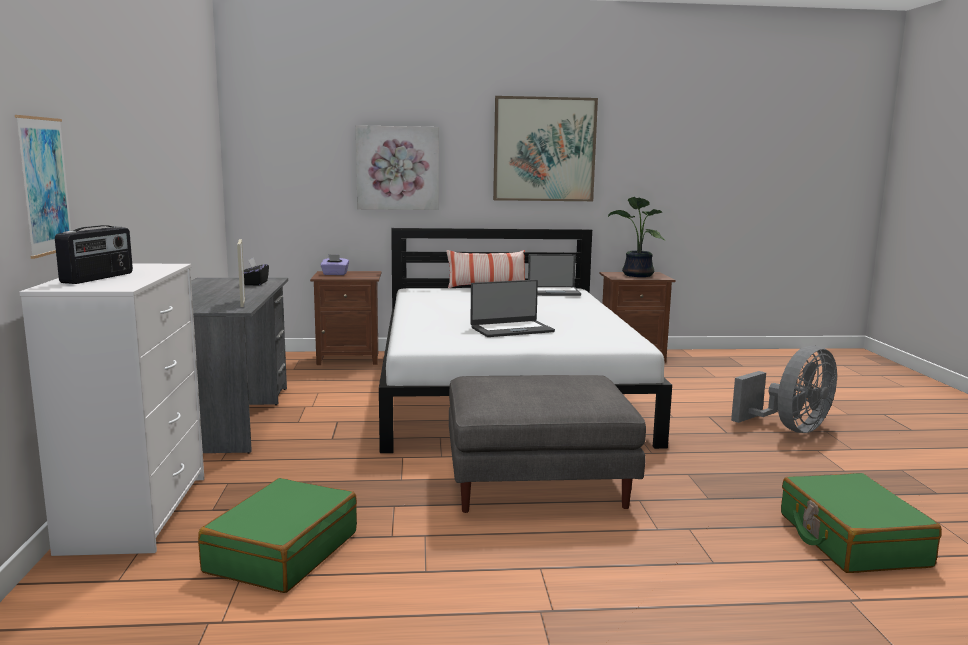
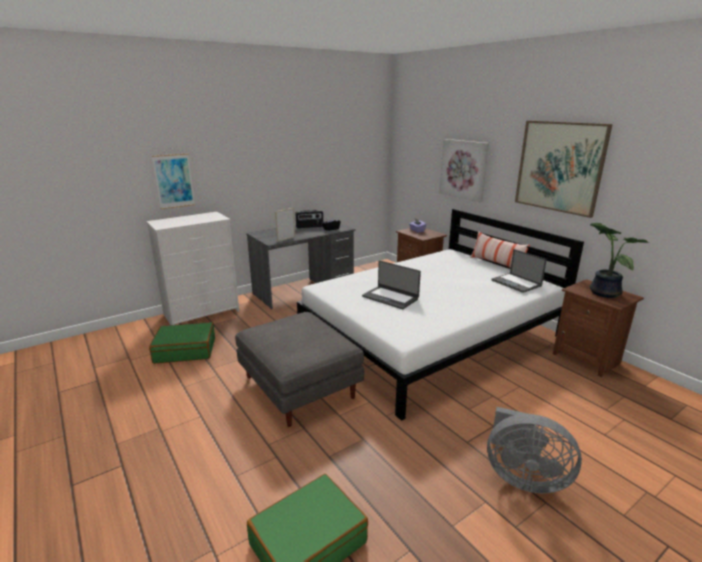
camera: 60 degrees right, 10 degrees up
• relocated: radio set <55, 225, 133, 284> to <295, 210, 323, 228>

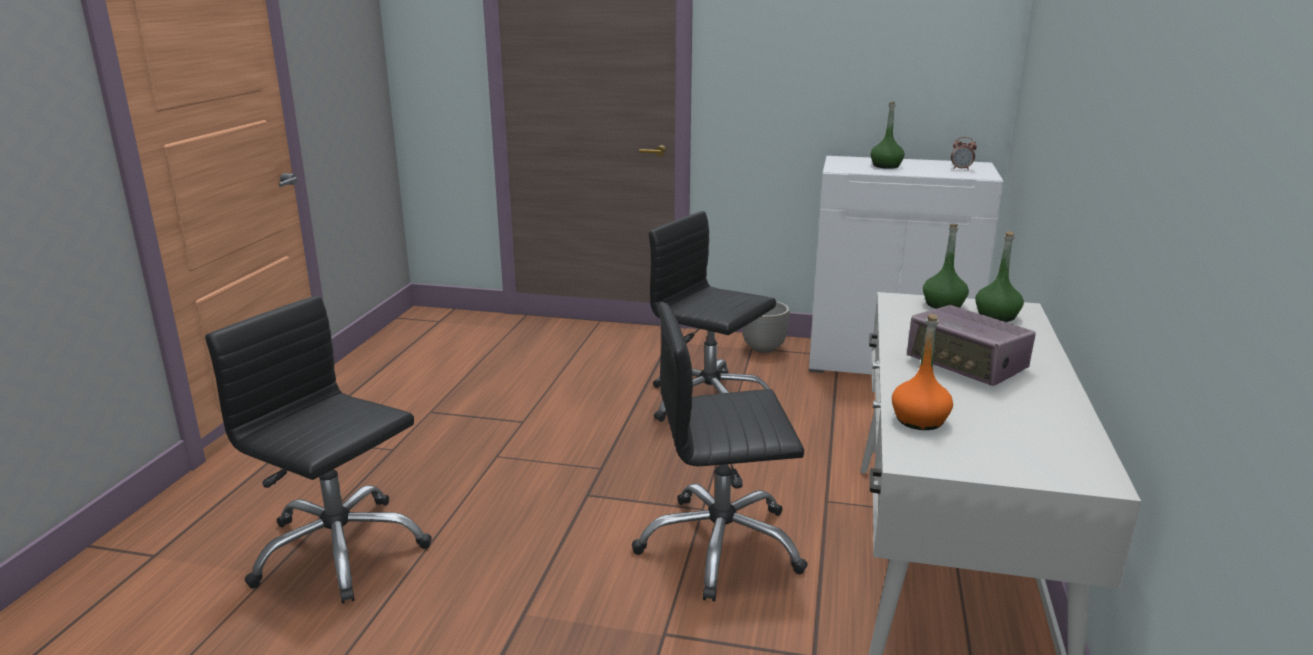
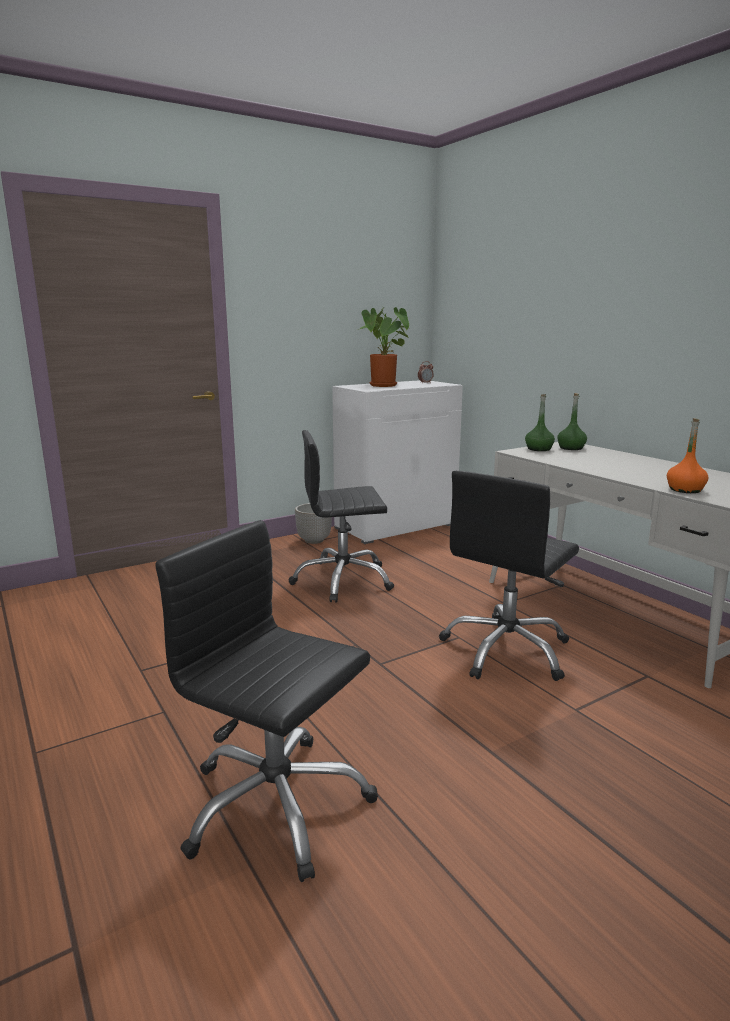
camera: 45 degrees left, 5 degrees down
• missing: radio set <907, 305, 1036, 386>
• exchanged: bottle/green-coloured <870, 102, 904, 169> to potted plant <357, 307, 409, 387>
• spun: desk chair/black-coloured <205, 295, 432, 604> = <155, 520, 378, 882> 45 degrees clockwise

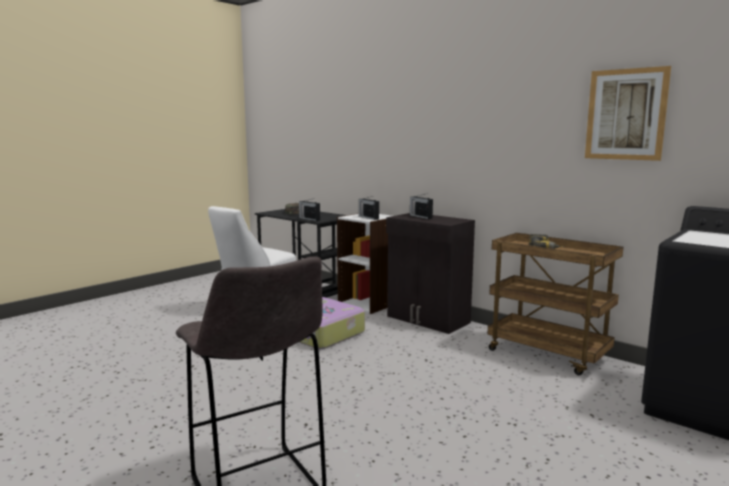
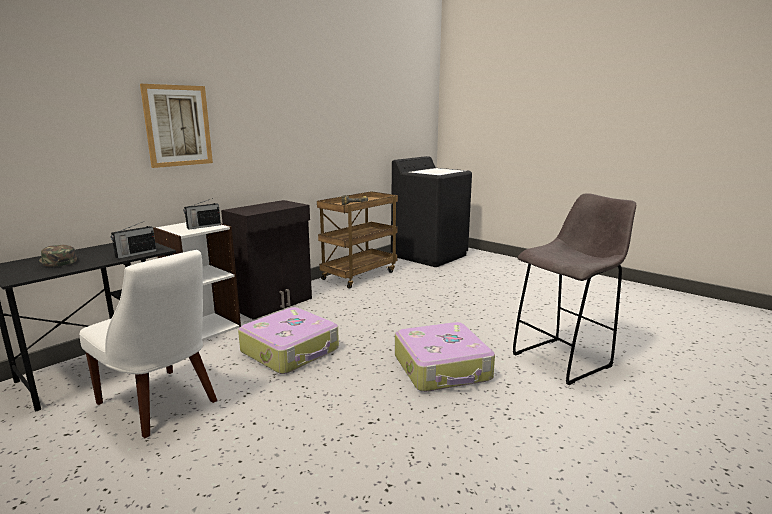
camera: 90 degrees left, 5 degrees up
• missing: radio set <410, 193, 433, 219>
• appeared: piece of luggage <395, 322, 495, 392>
• relocated: wall art <585, 66, 671, 161> to <140, 84, 213, 168>

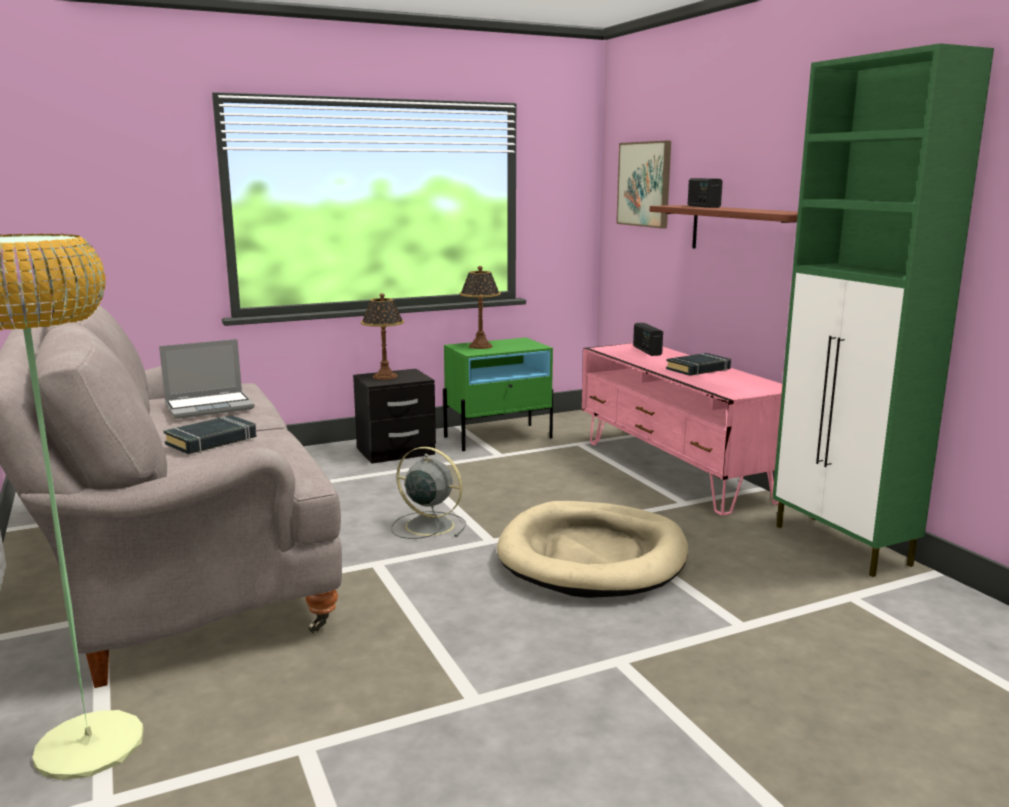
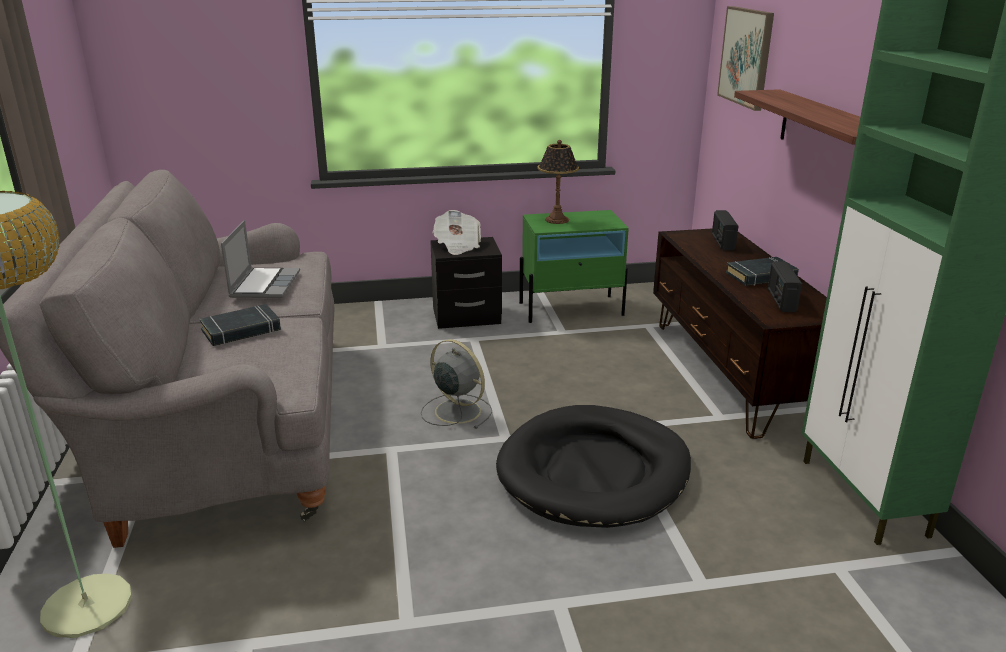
camera: 15 degrees right, 10 degrees up
• relocated: radio set <688, 178, 723, 208> to <768, 261, 802, 312>
• exchanged: lamp for a table <361, 293, 404, 380> to printed paper <432, 210, 481, 255>
• colour: pet bed/beige <497, 501, 688, 598> to pet bed/black-coloured <496, 405, 691, 528>
• colour: tv unit/pinkish <582, 343, 782, 515> to tv unit/brownish <653, 229, 827, 439>
• spun: laptop <159, 339, 255, 419> = <221, 220, 300, 298> 75 degrees counterclockwise

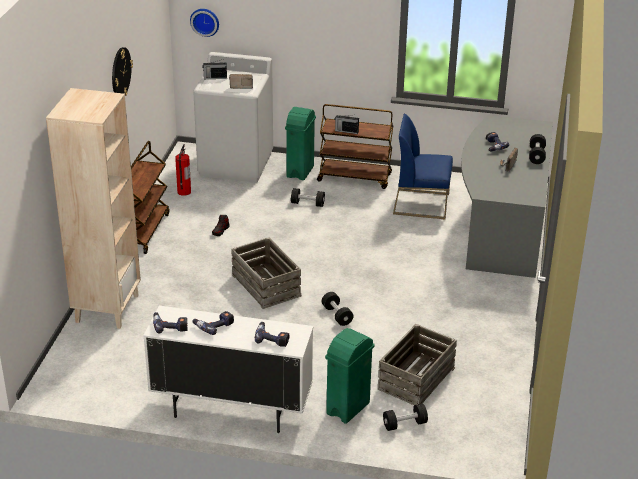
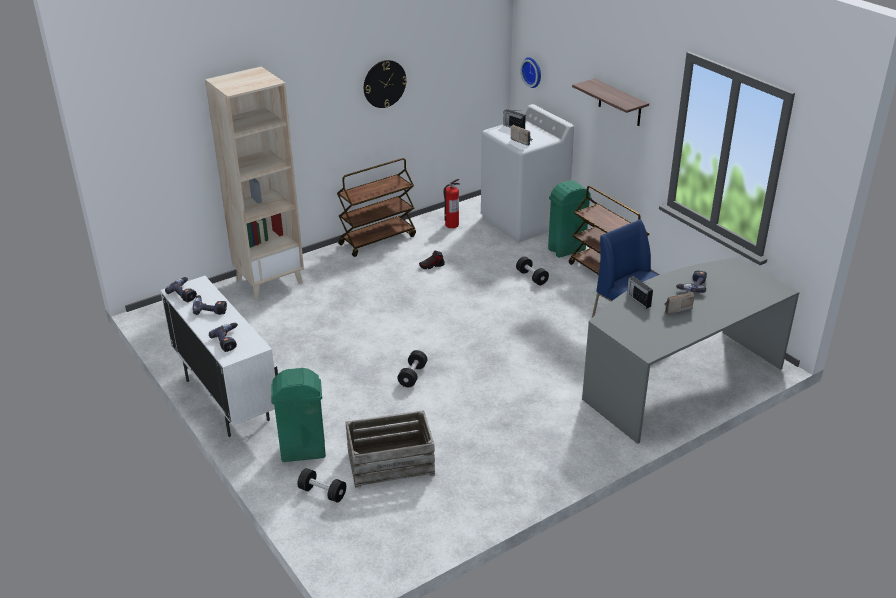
camera: 45 degrees right, 0 degrees up
• missing: crate <231, 237, 301, 309>
• missing: free weight/black-coloured <529, 134, 546, 164>
• appeared: wall shelf <572, 79, 649, 126>
• relocated: radio set <335, 115, 359, 134> to <627, 276, 653, 309>

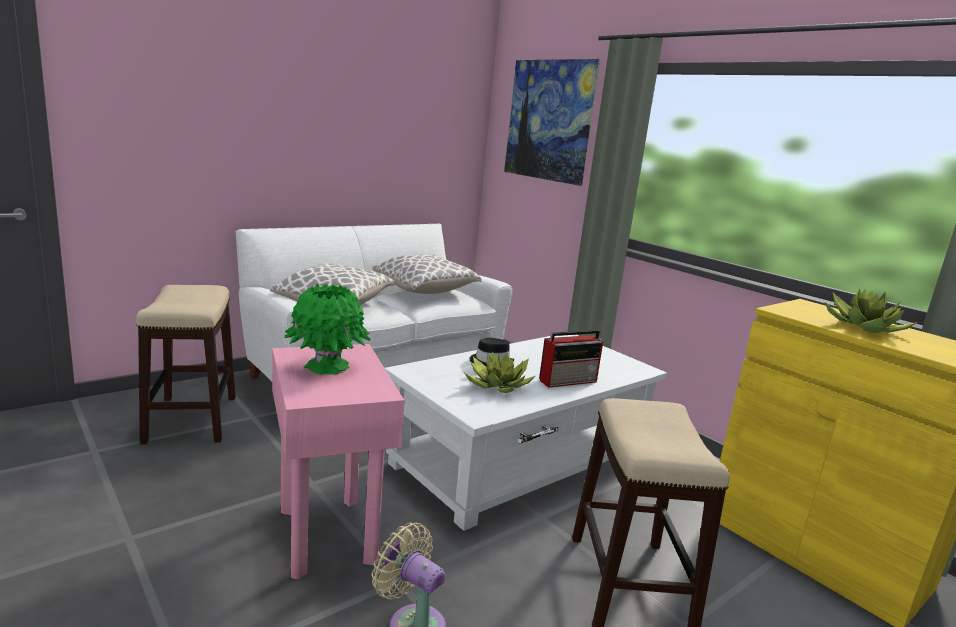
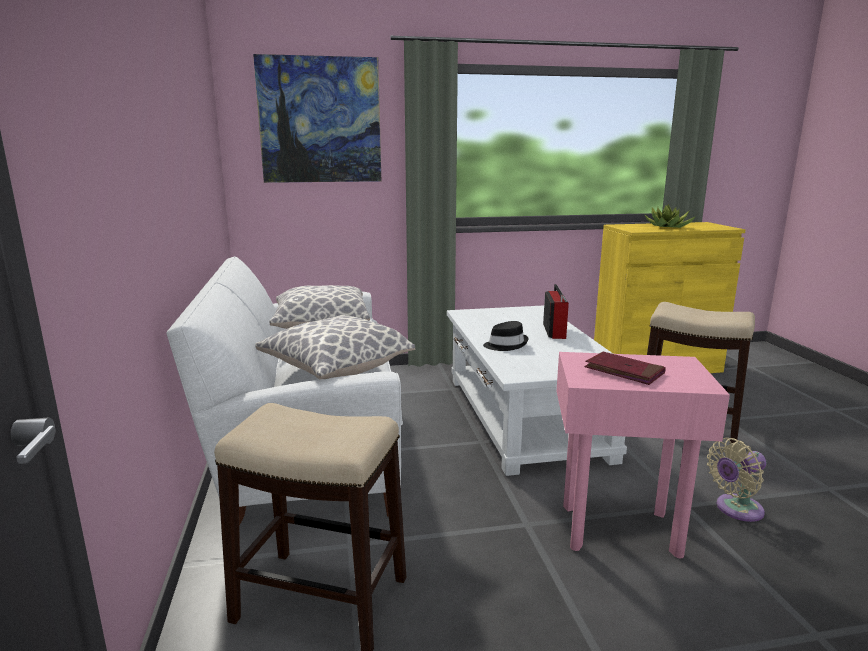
camera: 60 degrees left, 0 degrees up
• missing: potted plant <464, 352, 535, 393>
• exchanged: decorative vase/green-coloured <285, 284, 371, 374> to bound book/red-coloured <584, 352, 666, 385>

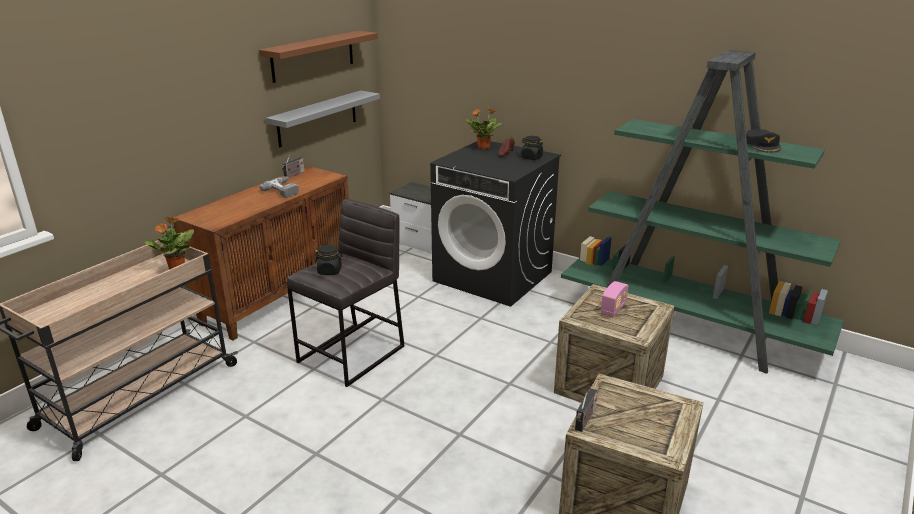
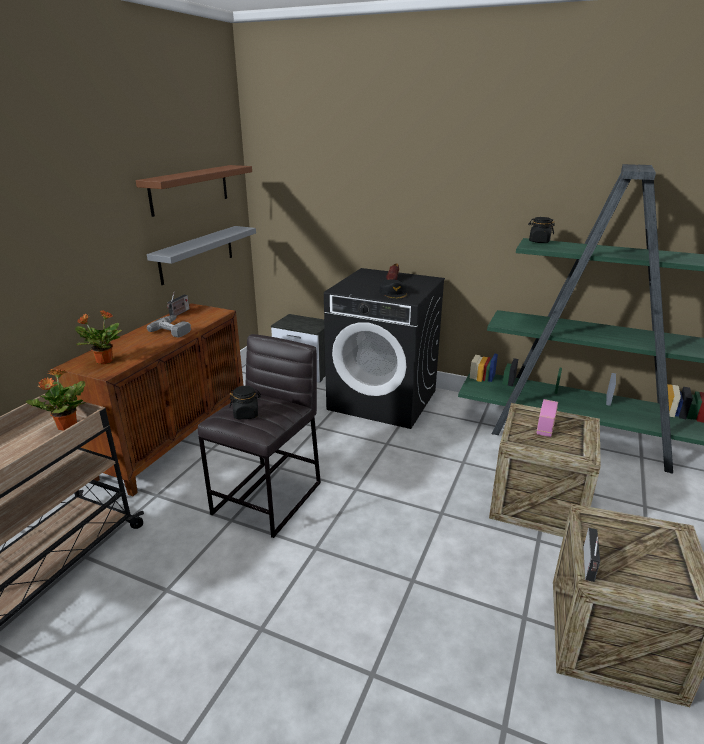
camera: 10 degrees left, 0 degrees up
• relocated: potted plant <466, 108, 502, 149> to <75, 310, 122, 365>
• relocated: jar/black-coloured <521, 136, 543, 160> to <528, 217, 555, 243>
• relocated: cap/black-coloured <746, 129, 781, 153> to <379, 279, 408, 300>

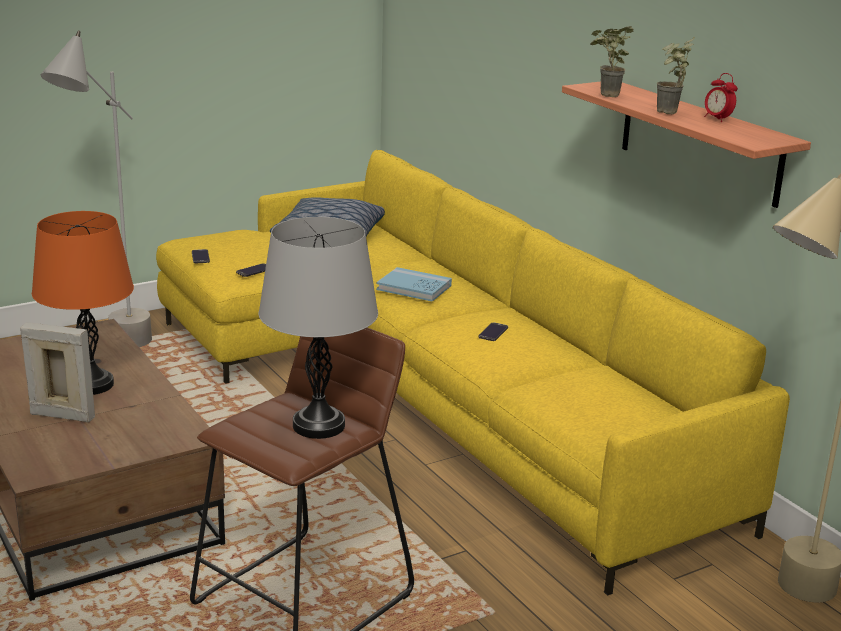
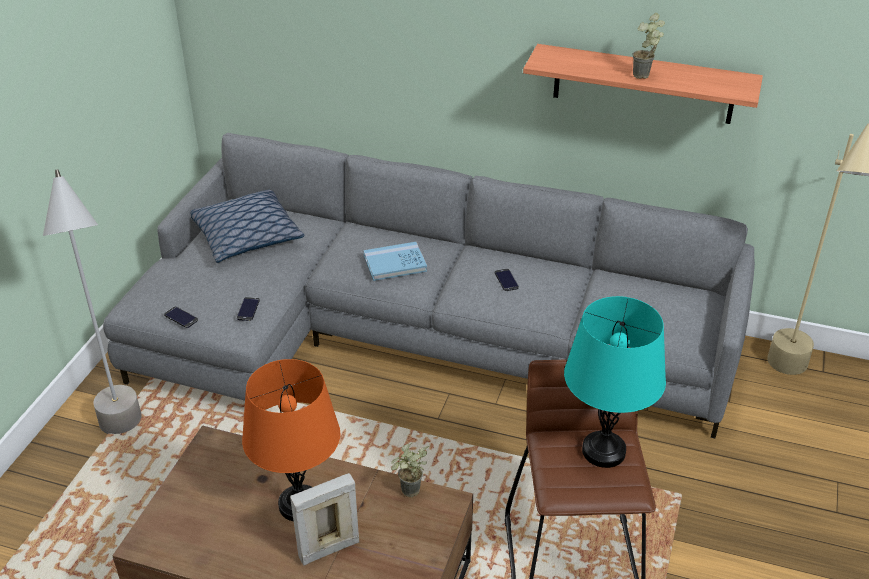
camera: 40 degrees left, 15 degrees up
• missing: alarm clock <704, 73, 738, 122>
• relocated: potted plant <590, 26, 633, 97> to <391, 443, 429, 497>
• colour: couch/yellowish <156, 150, 790, 595> to couch/gray <103, 133, 755, 438>
• colour: lamp for a table/gray <259, 217, 378, 439> to lamp for a table/turquoise <564, 296, 666, 468>

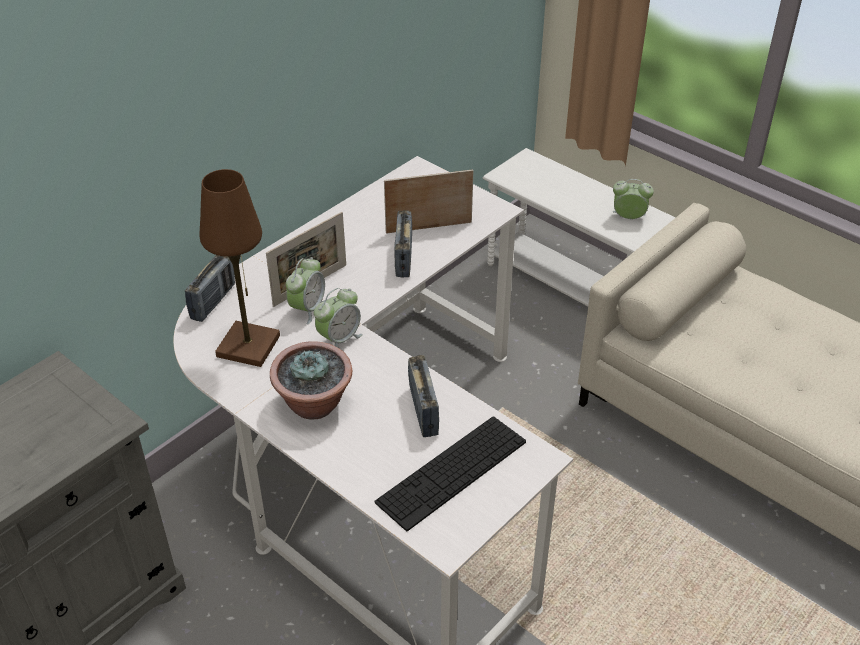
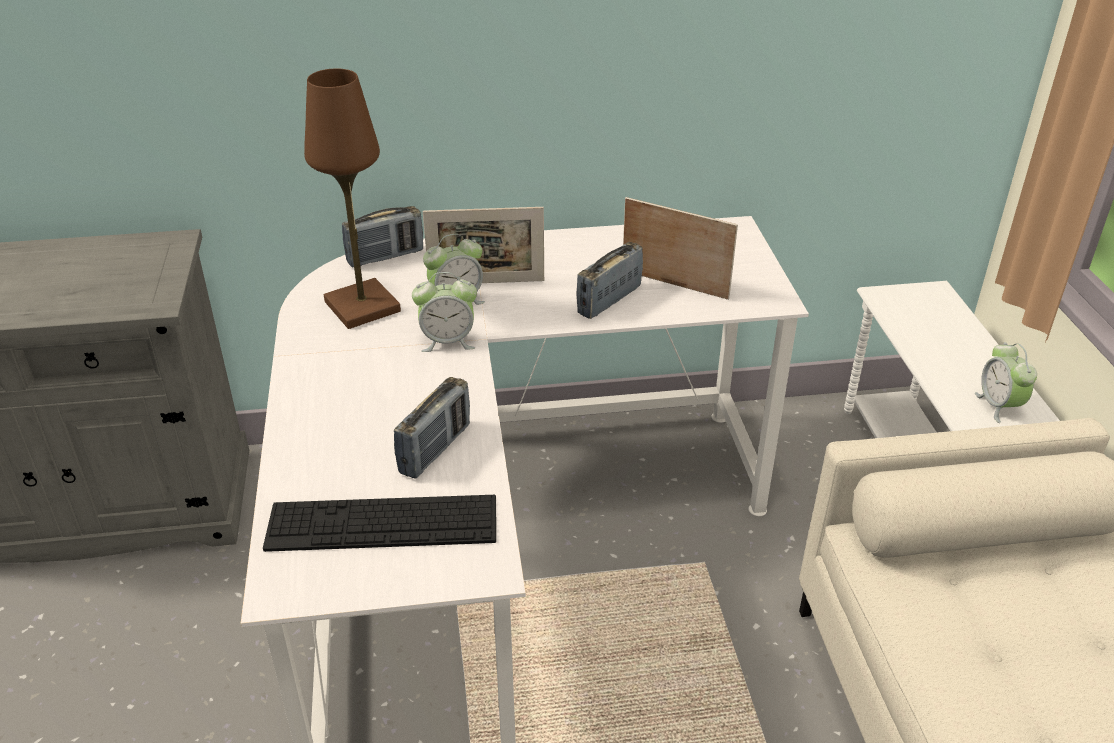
camera: 40 degrees right, 5 degrees down
• missing: potted plant <270, 341, 352, 420>
• spun: alarm clock <612, 179, 654, 219> = <975, 342, 1037, 423> 150 degrees counterclockwise

